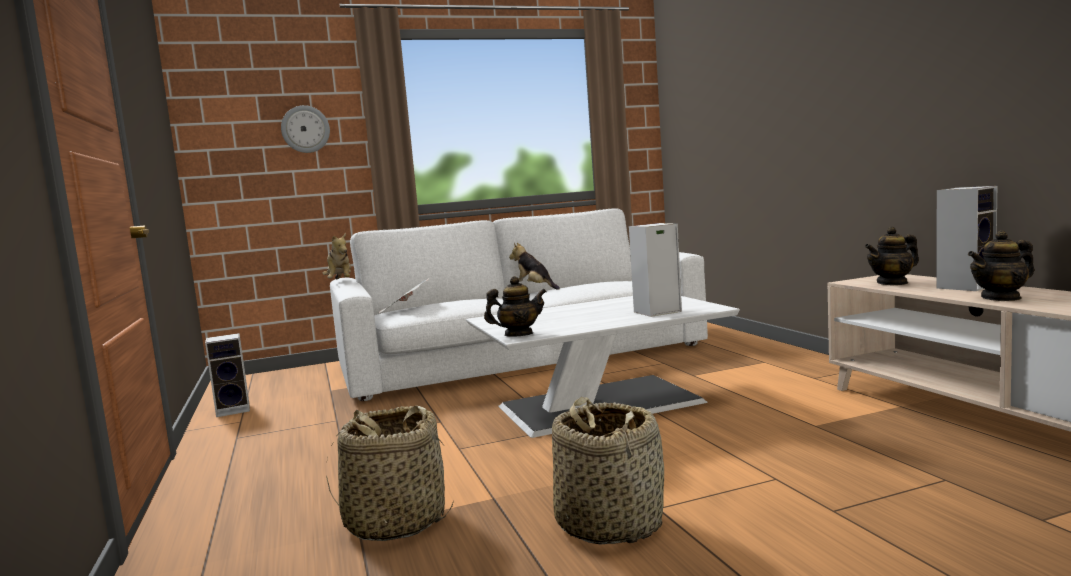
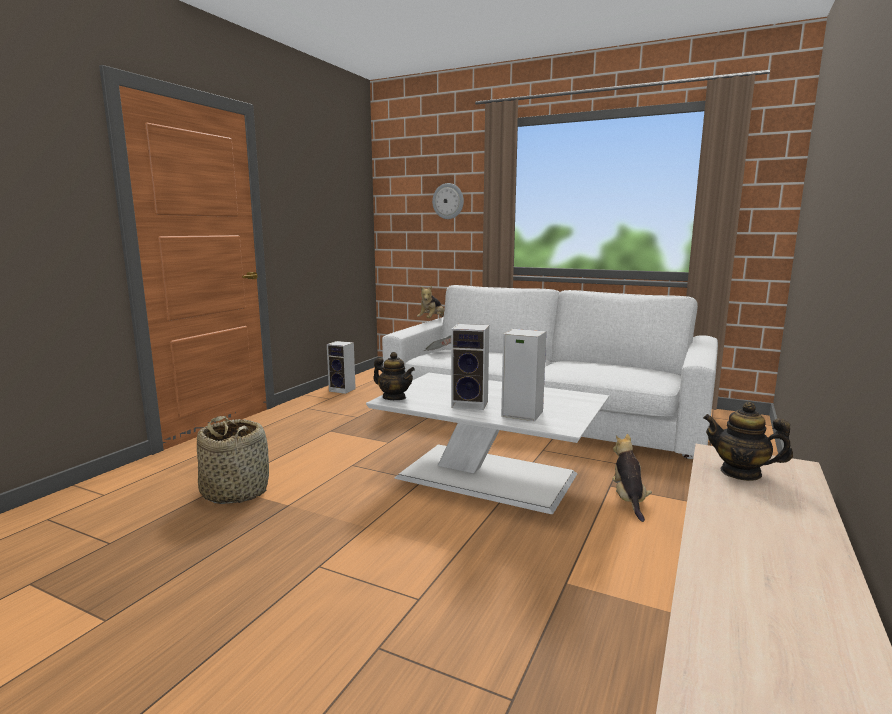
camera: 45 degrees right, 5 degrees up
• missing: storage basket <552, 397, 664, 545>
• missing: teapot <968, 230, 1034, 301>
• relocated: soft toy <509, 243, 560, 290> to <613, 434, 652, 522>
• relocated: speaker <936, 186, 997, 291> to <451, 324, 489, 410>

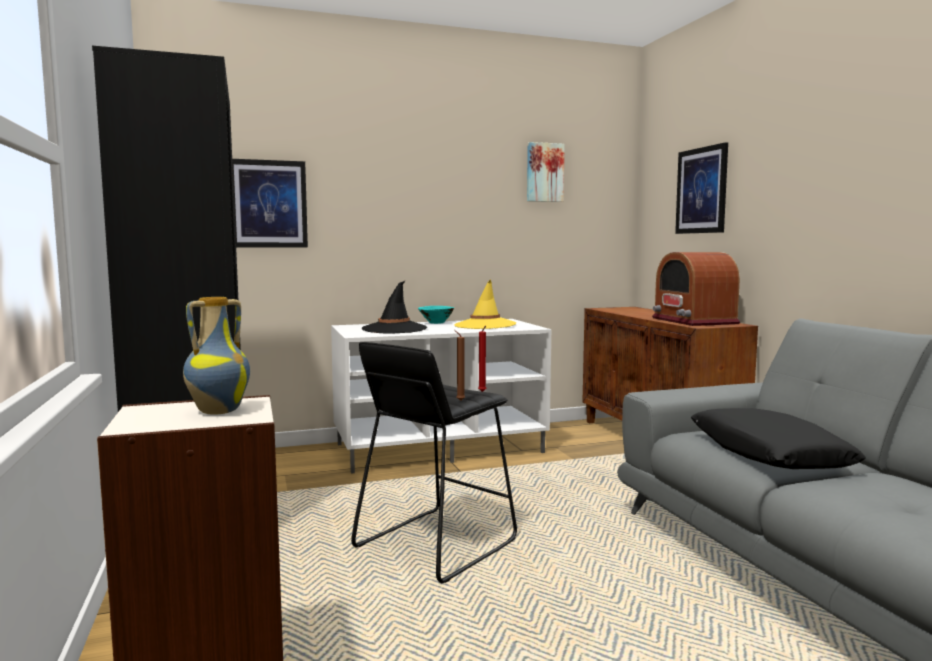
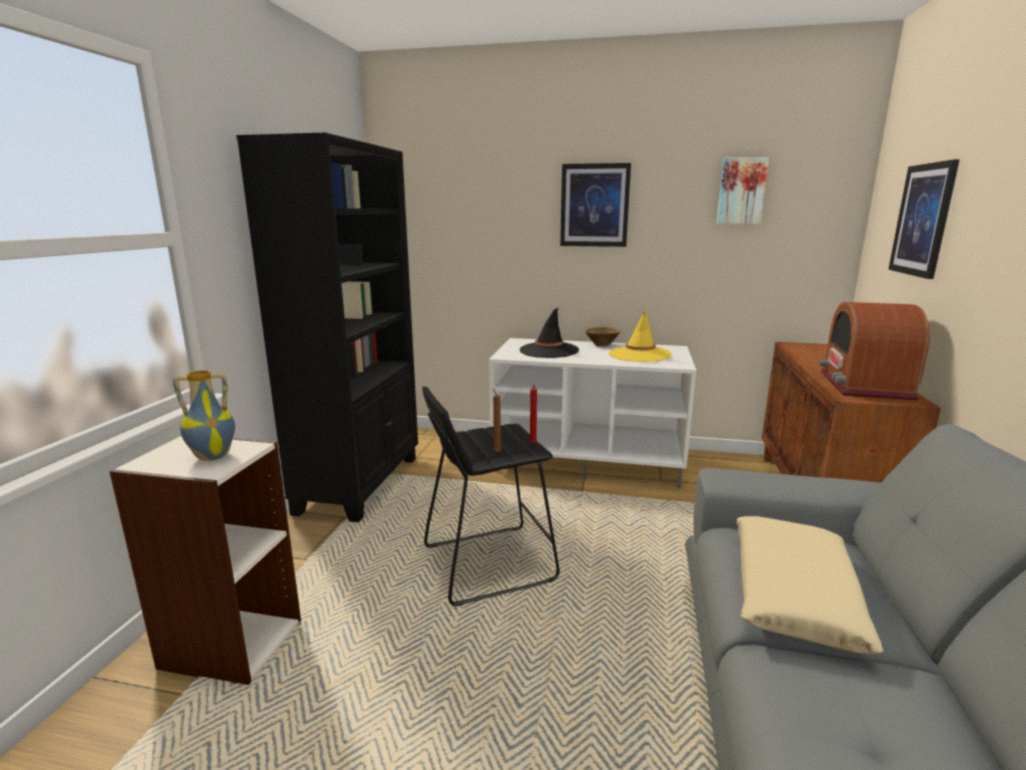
camera: 30 degrees right, 10 degrees up
• relocated: wall art <232, 159, 308, 248> to <560, 163, 631, 247>
• colour: deep dish/turquoise <418, 306, 454, 324> to deep dish/brownish <585, 327, 620, 346>
• colour: pillow/black-coloured <691, 408, 866, 469> to pillow/beige <737, 516, 884, 654>

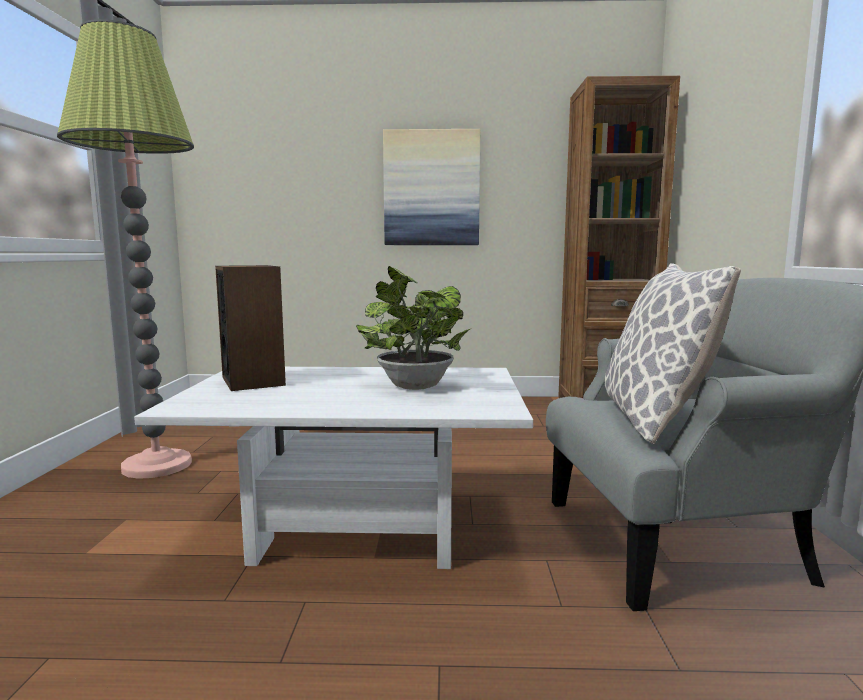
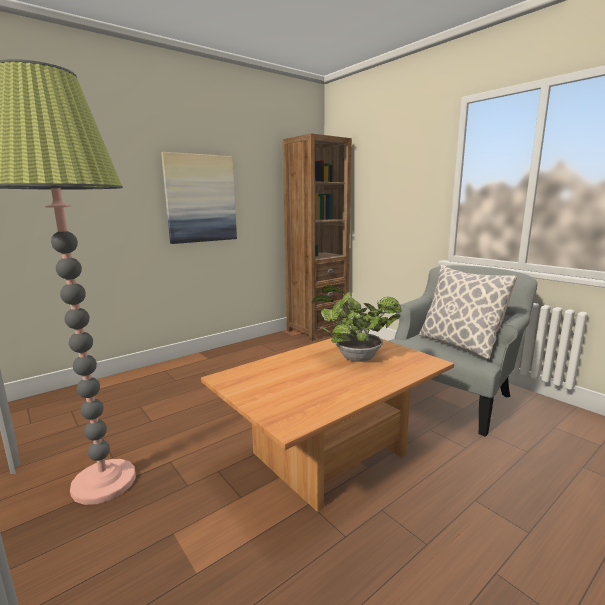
camera: 40 degrees left, 5 degrees up
• missing: speaker <215, 265, 286, 391>
• colour: coffee table/white-coloured <134, 367, 533, 569> to coffee table/brownish <201, 331, 454, 512>

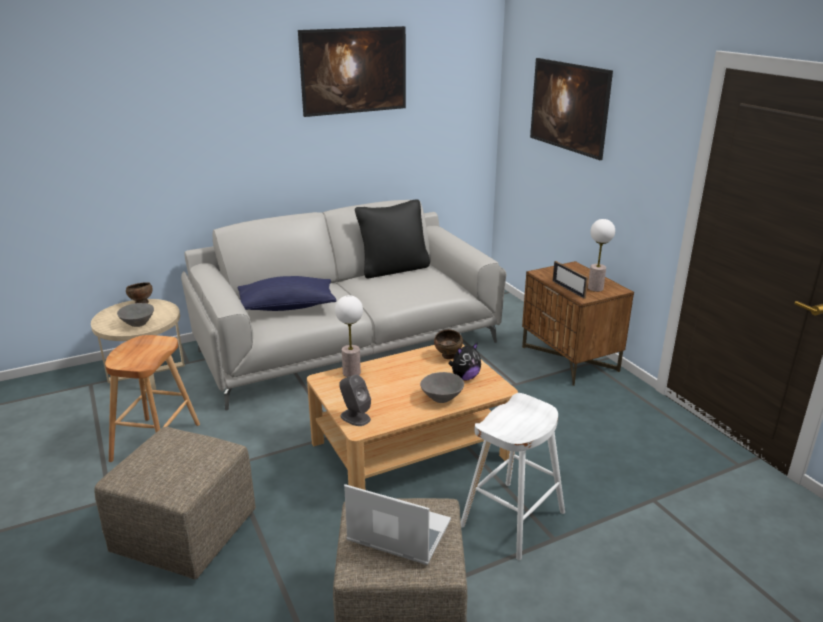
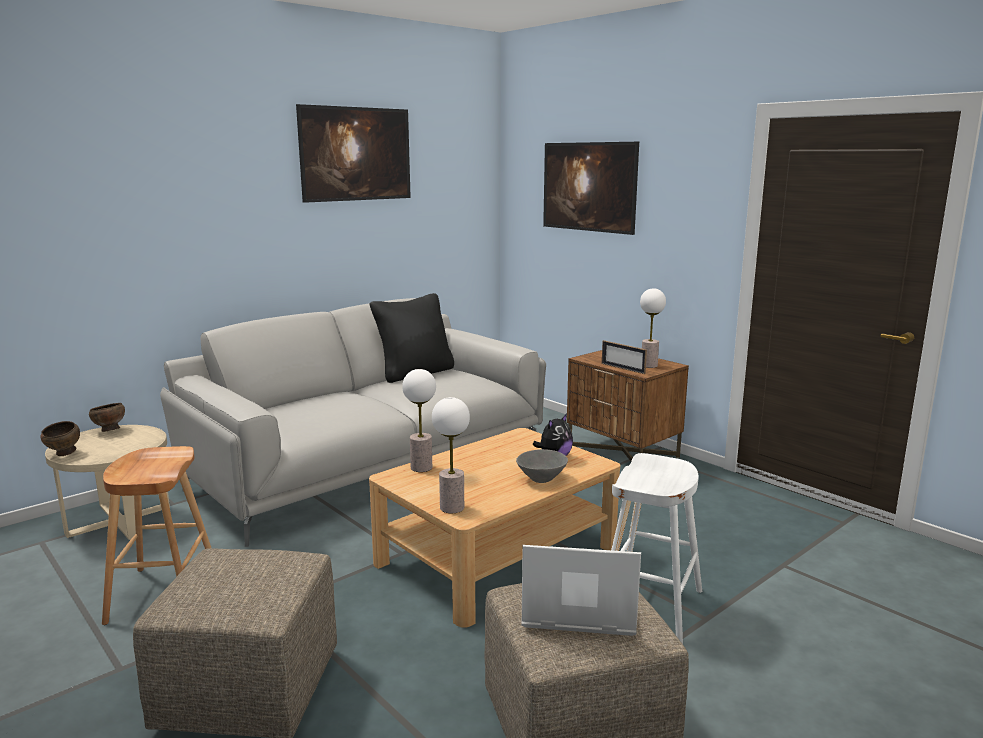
camera: 15 degrees left, 10 degrees down
• missing: deep dish/gray <117, 303, 154, 327>
• missing: pillow/blue <237, 276, 336, 311>
• relocated: deep dish/brownish <434, 330, 463, 359> to <41, 421, 80, 456>
• exchanged: speaker/gray <339, 375, 371, 426> to lamp for a table <432, 397, 470, 513>

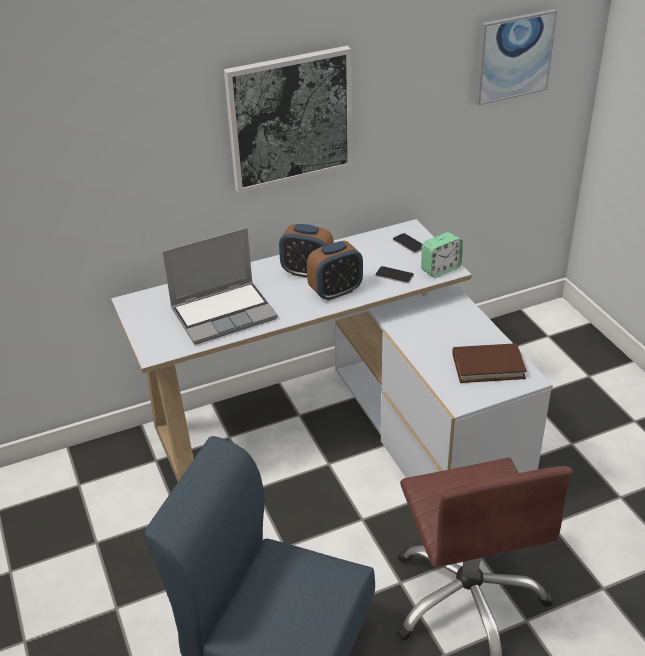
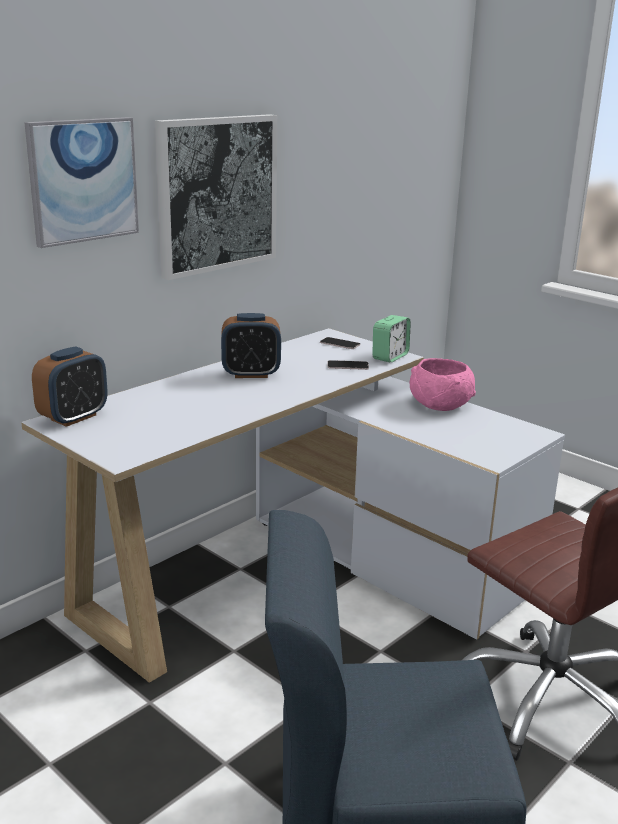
camera: 25 degrees left, 15 degrees down
• missing: laptop <162, 228, 278, 345>
• missing: bound book/brownish <453, 343, 527, 383>
• appeared: deep dish/pinkish <410, 358, 476, 411>
• relocated: alarm clock <307, 241, 363, 301> to <32, 346, 107, 427>
• relocated: wall art <475, 9, 557, 105> to <25, 117, 139, 248>

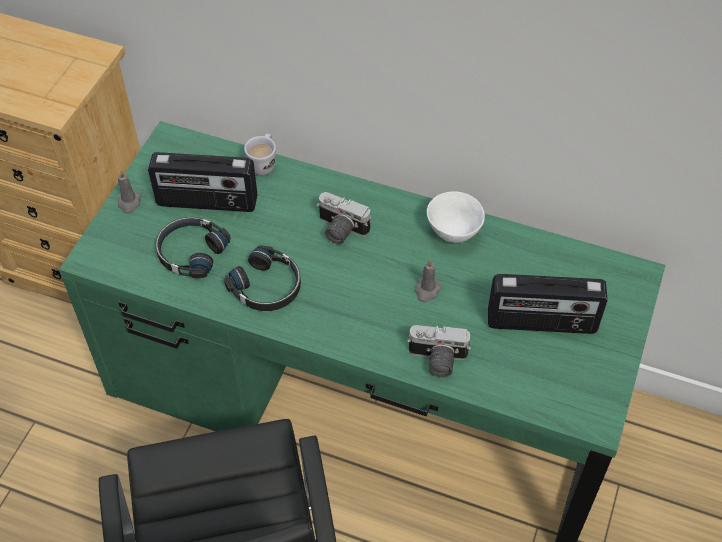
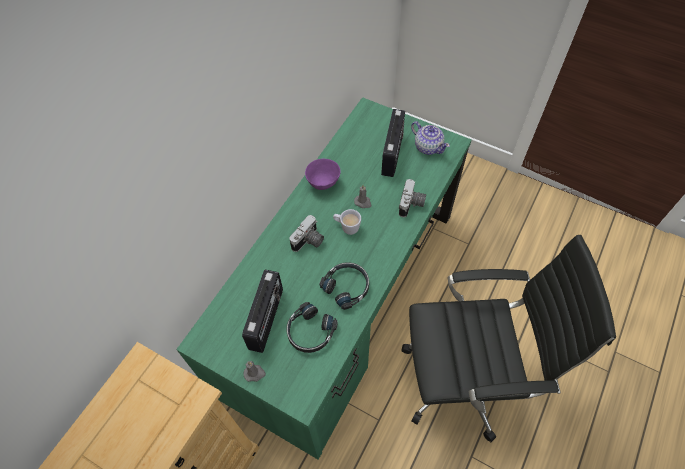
camera: 80 degrees left, 5 degrees up
• appeared: teapot <411, 121, 450, 155>
• relocated: mug/white-coloured <244, 134, 276, 175> to <333, 209, 361, 235>
• colour: deep dish/white-coloured <427, 191, 485, 243> to deep dish/purplish <305, 159, 341, 190>

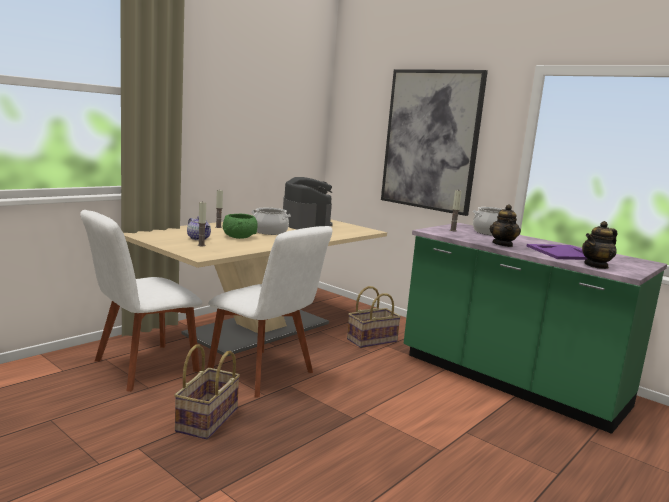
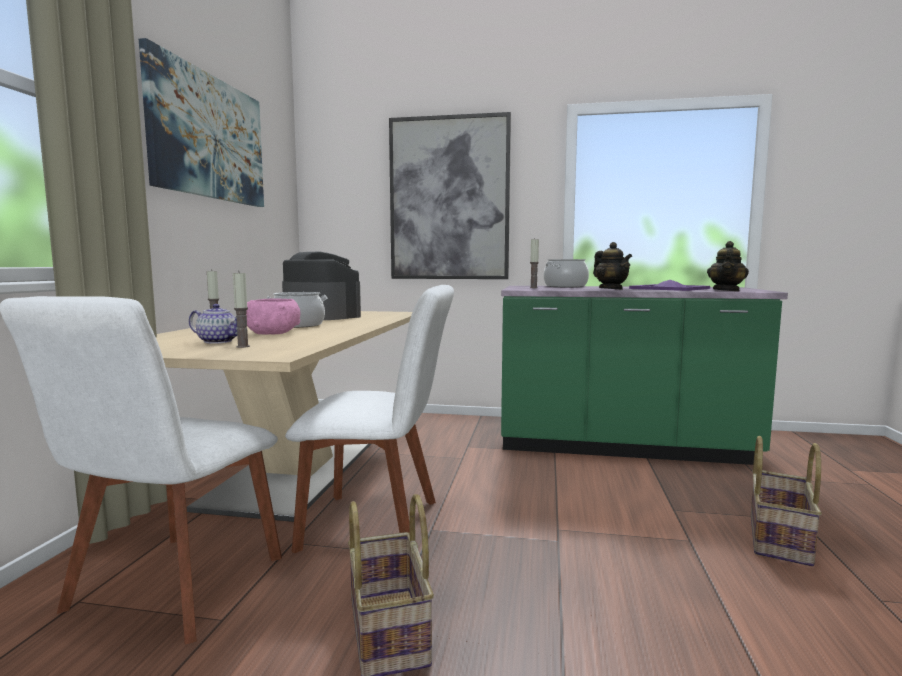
camera: 30 degrees left, 5 degrees down
• appeared: wall art <139, 38, 264, 207>
• relocated: storage basket <347, 286, 401, 348> to <751, 436, 822, 567>
• colour: deep dish/green-coloured <223, 214, 258, 239> to deep dish/pinkish <246, 299, 300, 334>

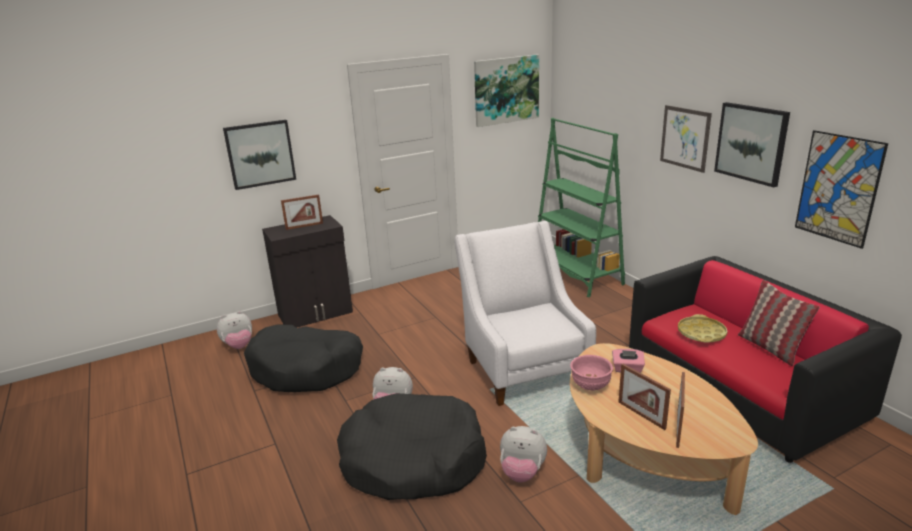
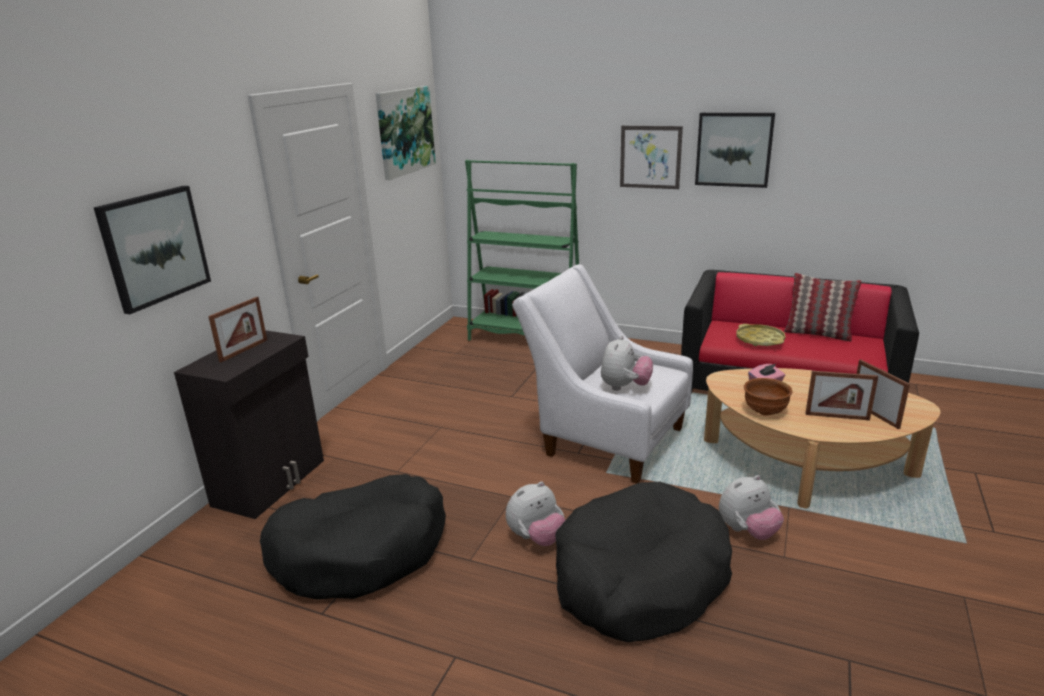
camera: 40 degrees left, 0 degrees up
• missing: wall art <795, 130, 888, 249>
• relocated: soft toy <217, 311, 252, 349> to <601, 335, 653, 391>
• colour: deep dish/pinkish <570, 355, 613, 391> to deep dish/brownish <744, 378, 793, 415>

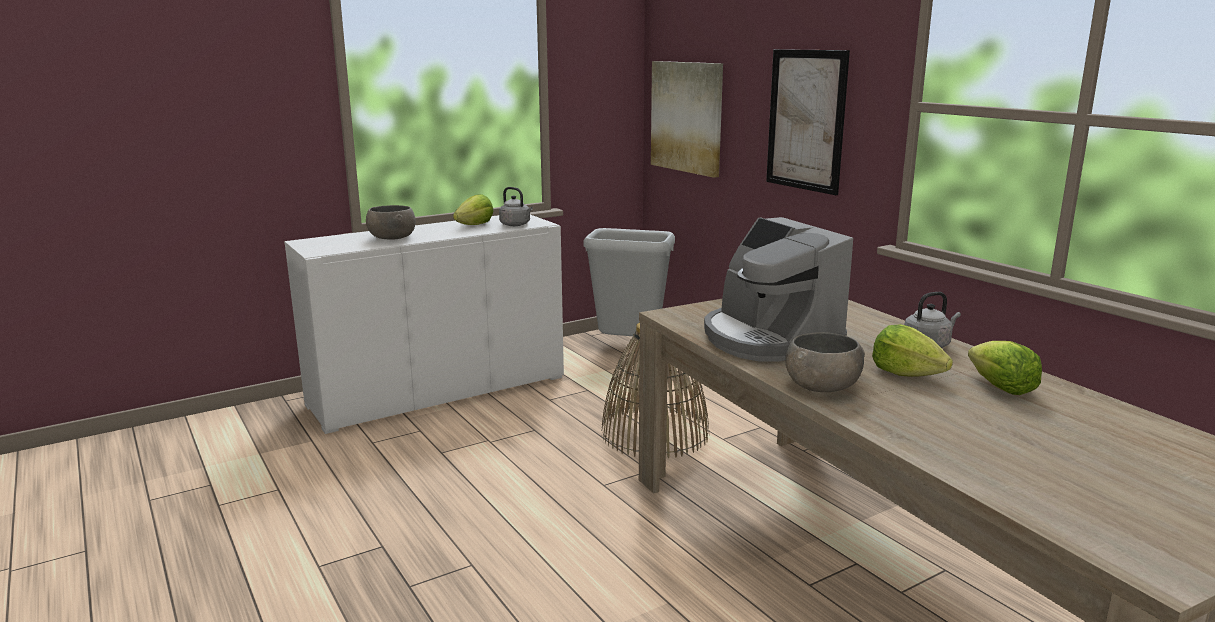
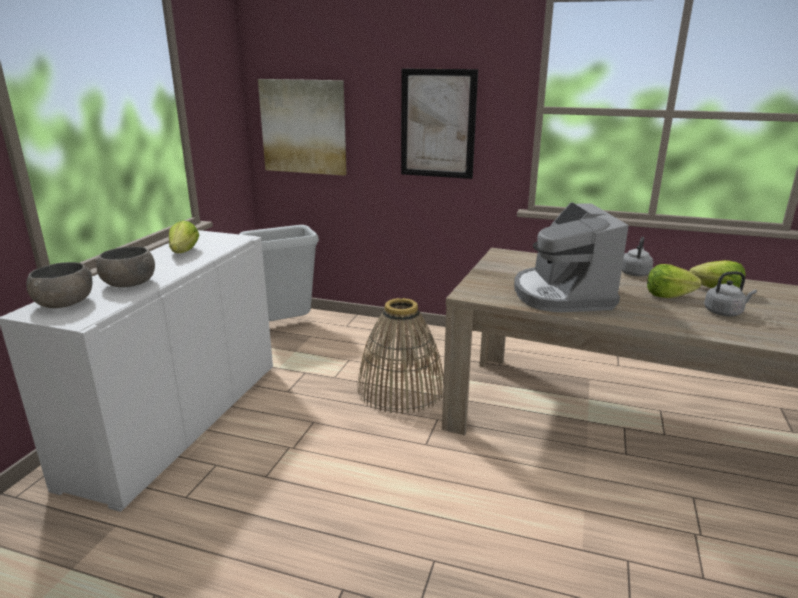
camera: 40 degrees left, 5 degrees up
• relocated: kettle/gray <499, 187, 533, 226> to <704, 272, 757, 316>
• relocated: deep dish/gray <785, 332, 865, 392> to <26, 262, 92, 308>
• spun: coffee maker <704, 217, 853, 361> = <514, 202, 629, 312> 60 degrees clockwise

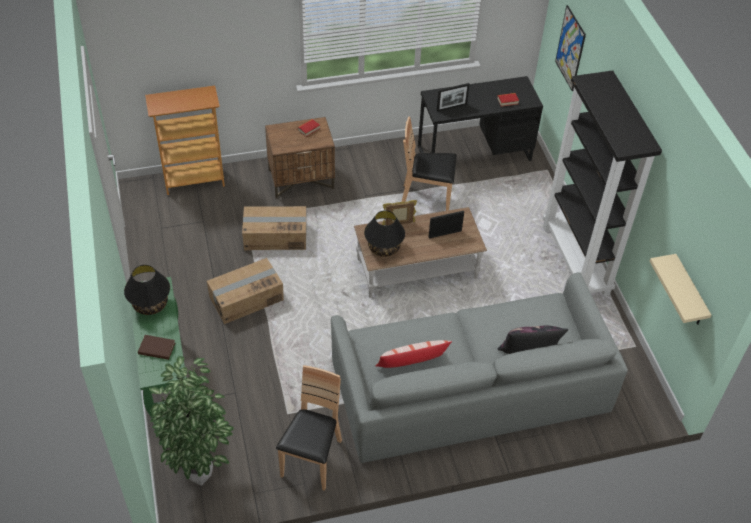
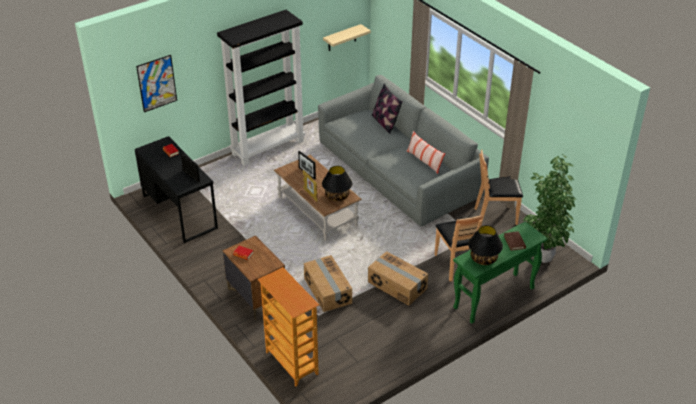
camera: 110 degrees left, 10 degrees down
• relocated: upright chair/brownish <402, 116, 457, 211> to <435, 215, 483, 281>

